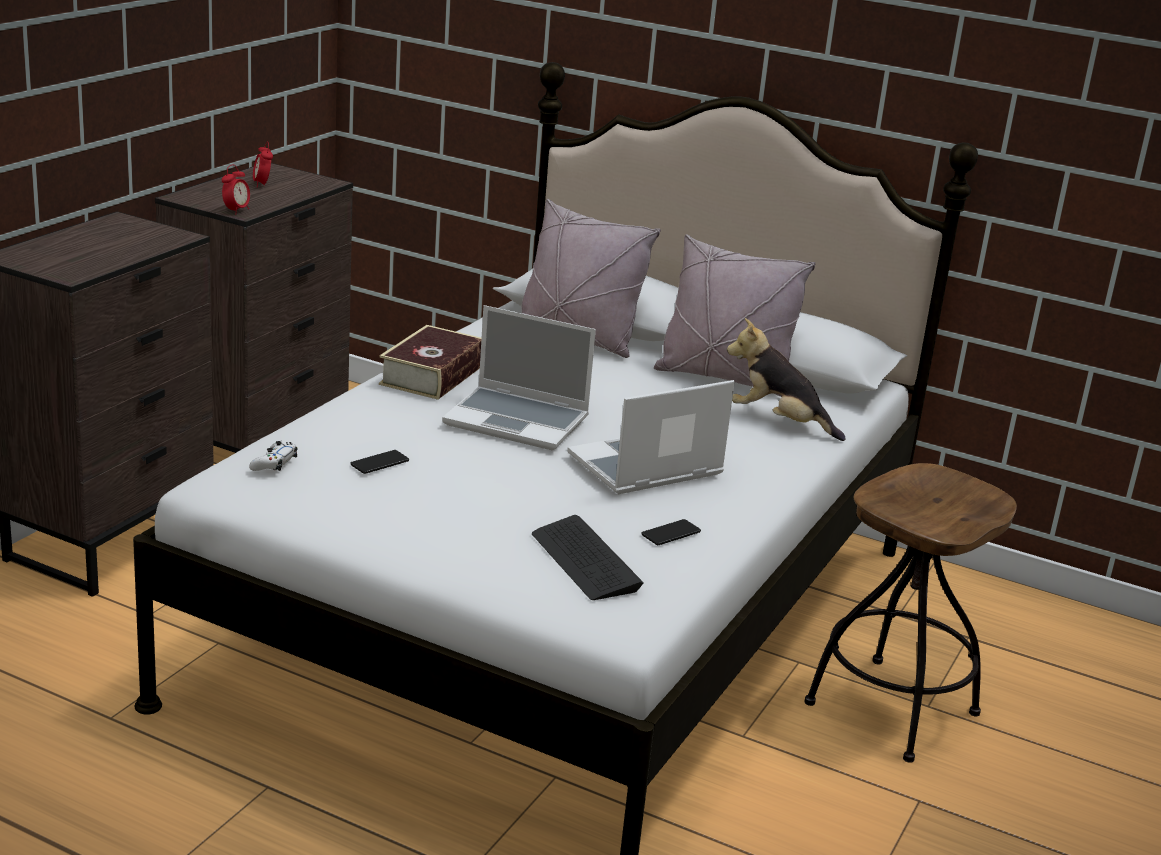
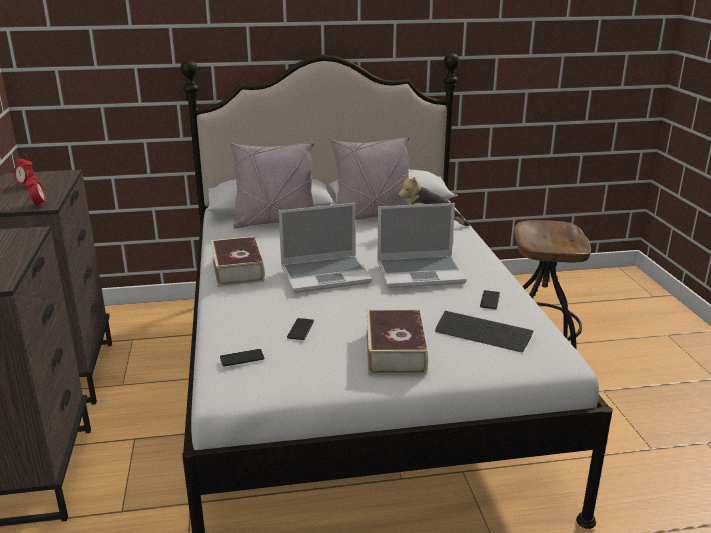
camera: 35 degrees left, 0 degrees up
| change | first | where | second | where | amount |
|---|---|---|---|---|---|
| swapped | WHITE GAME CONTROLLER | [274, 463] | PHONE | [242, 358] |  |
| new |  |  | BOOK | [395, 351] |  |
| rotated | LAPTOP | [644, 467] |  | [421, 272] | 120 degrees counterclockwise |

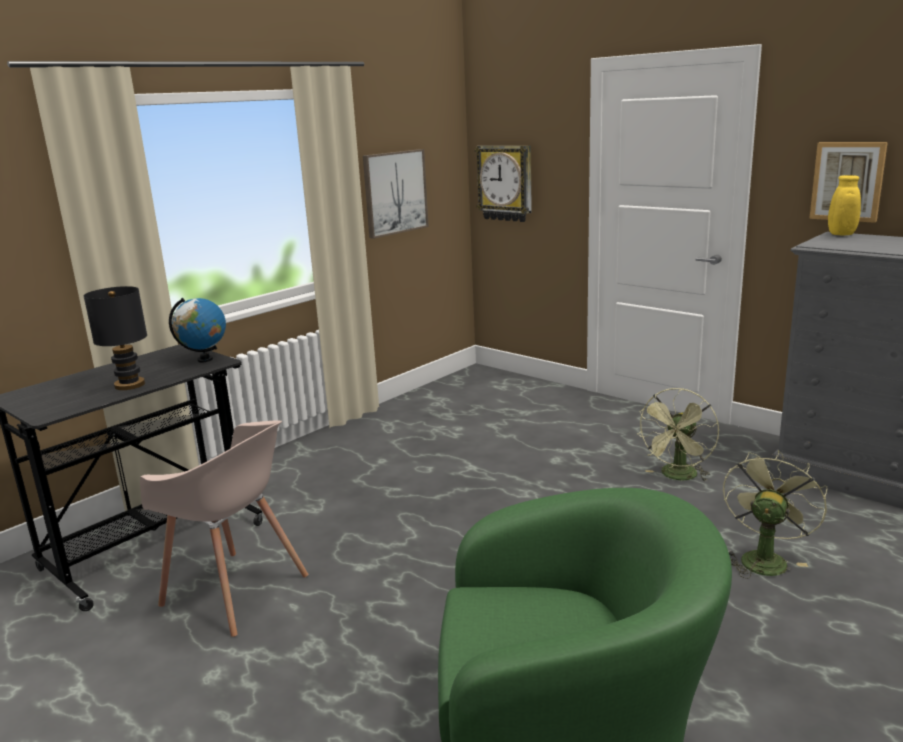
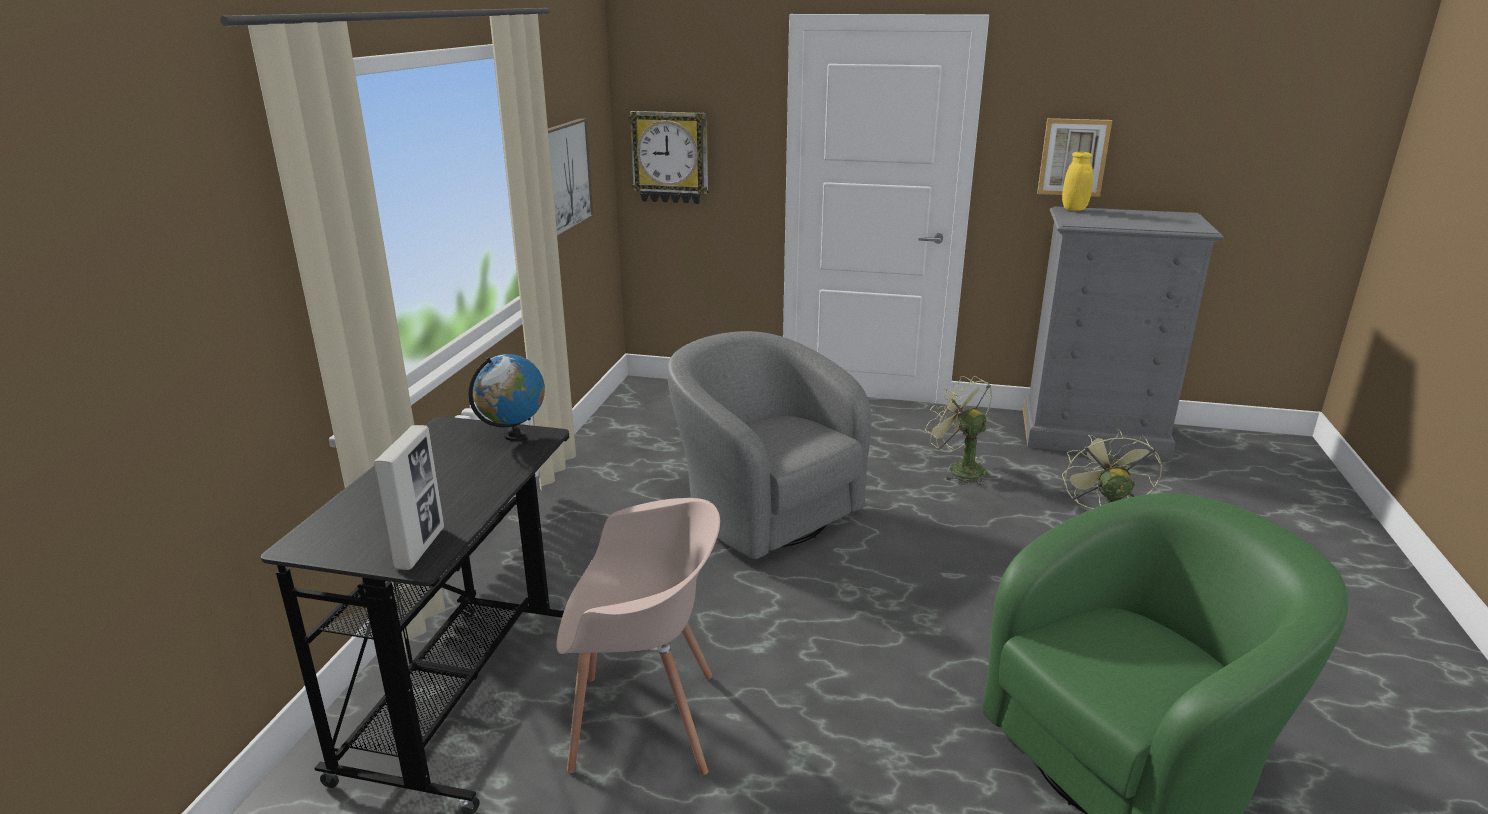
camera: 30 degrees left, 5 degrees up
| change | first | where | second | where | amount |
|---|---|---|---|---|---|
| new |  |  | PICTURE FRAME | [420, 547] |  |
| new |  |  | GREY ARMCHAIR | [763, 512] |  |
| rotated | GREEN FAN | [677, 477] |  | [958, 468] | 135 degrees clockwise |
| gone | BLACK TABLE LAMP | [130, 384] |  |  |  |

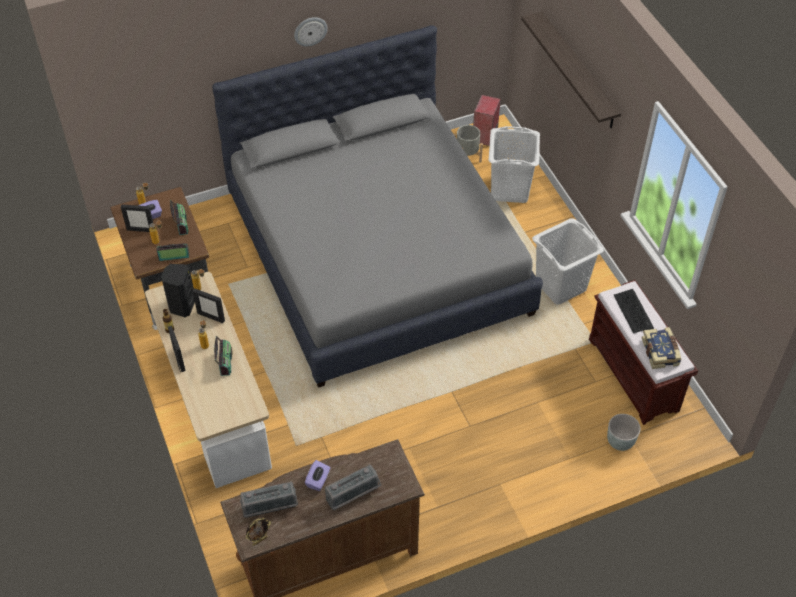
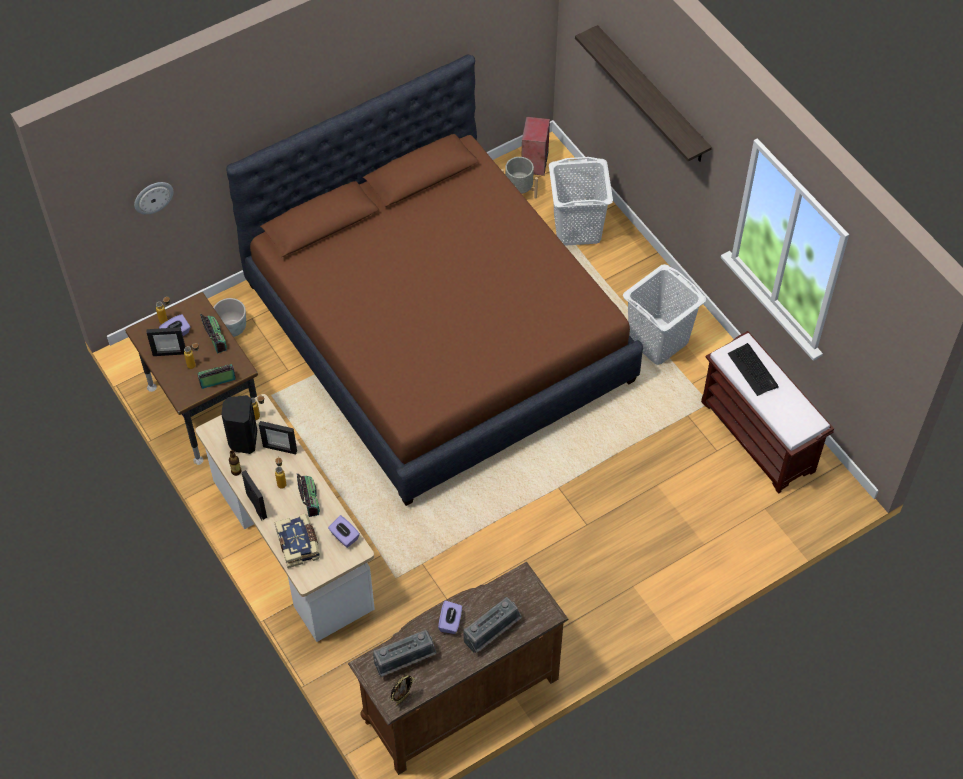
camera: 10 degrees left, 5 degrees up
| change | first | where | second | where | amount |
|---|---|---|---|---|---|
| shifted | WALL CLOCK | [310, 31] |  | [153, 197] |  |
| shifted | GREY PLANTER | [620, 441] |  | [232, 328] |  |
| repainted | GREY BED | [377, 253] | BROWN BED | [438, 332] |  |
| shifted | BOOK | [661, 352] |  | [299, 544] |  |
| new |  |  | PURPLE TISSUE BOX | [344, 537] |  |

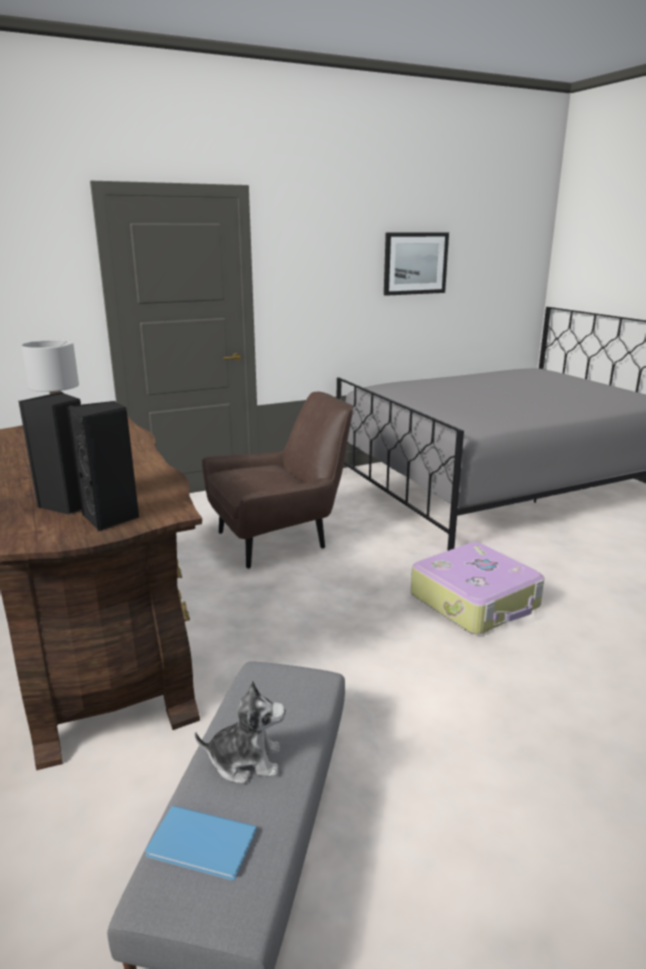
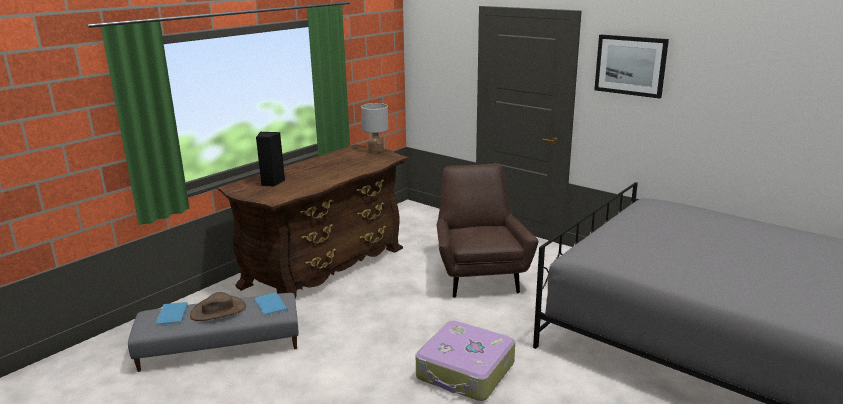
camera: 65 degrees right, 0 degrees up
| change | first | where | second | where | amount |
|---|---|---|---|---|---|
| swapped | PLUSH TOY | [245, 761] | BROWN HAT | [218, 310] |  |
| new |  |  | BLUE BOOK | [270, 305] |  |
| rotated | BROWN ARMCHAIR | [279, 540] |  | [479, 277] | 135 degrees counterclockwise |
| shifted | PICTURE | [415, 263] |  | [630, 65] |  |
| gone | BLACK SPEAKER | [111, 518] |  |  |  |

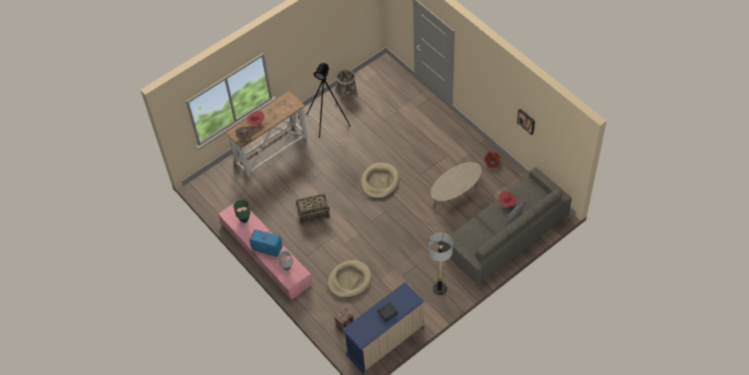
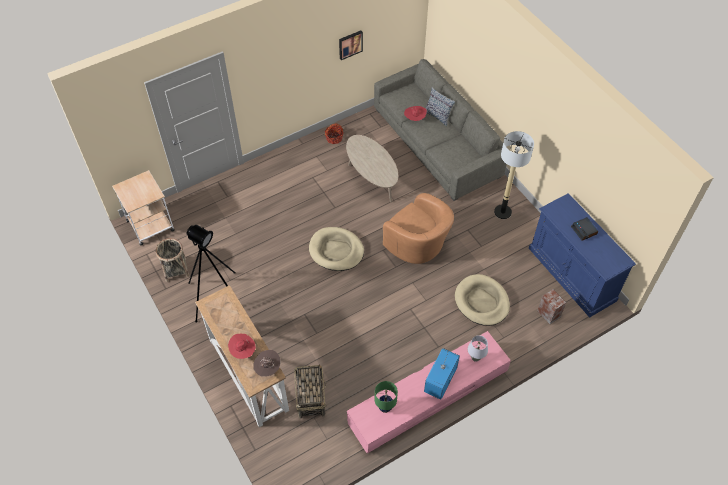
camera: 85 degrees left, 0 degrees up
| change | first | where | second | where | amount |
|---|---|---|---|---|---|
| new |  |  | BEIGE CART | [150, 225] |  |
| shifted | BASKET | [314, 214] |  | [311, 397] |  |
| new |  |  | BROWN ARMCHAIR | [417, 246] |  |

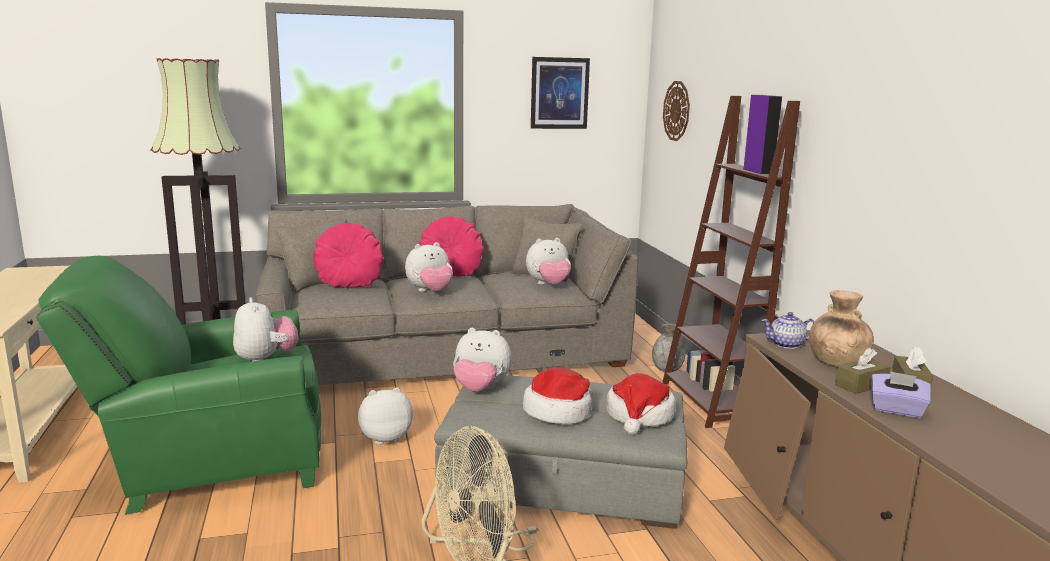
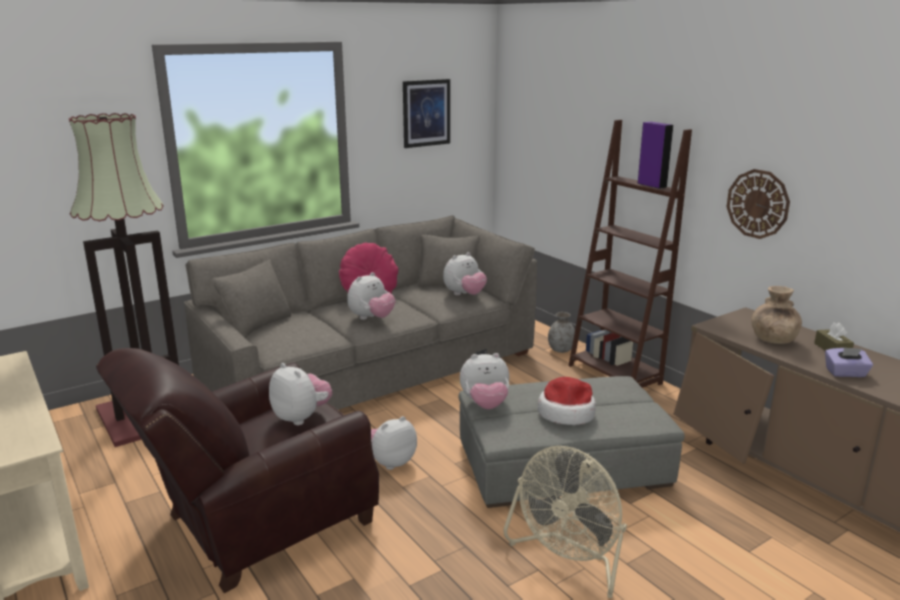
camera: 20 degrees left, 5 degrees up
| change | first | where | second | where | amount |
|---|---|---|---|---|---|
| repainted | GREEN ARMCHAIR | [208, 464] | BROWN ARMCHAIR | [254, 525] |  |
| shifted | WALL CLOCK | [677, 111] |  | [758, 204] |  |
| gone | PINK PILLOW | [350, 285] |  |  |  |
| gone | HAT | [639, 416] |  |  |  |
| gone | TEAPOT | [787, 344] |  |  |  |
| gone | BROWN TISSUE BOX | [861, 385] |  |  |  |

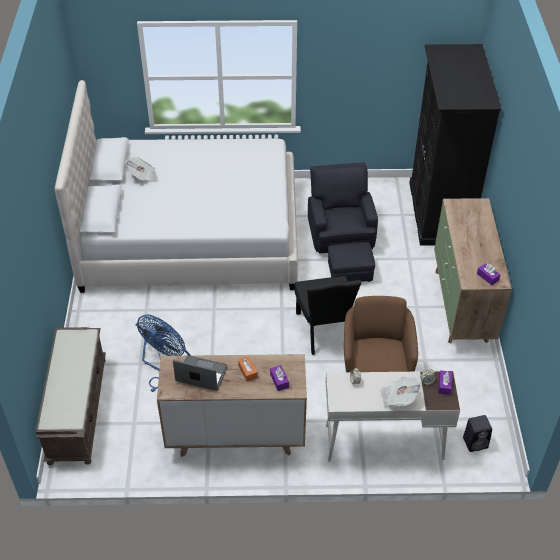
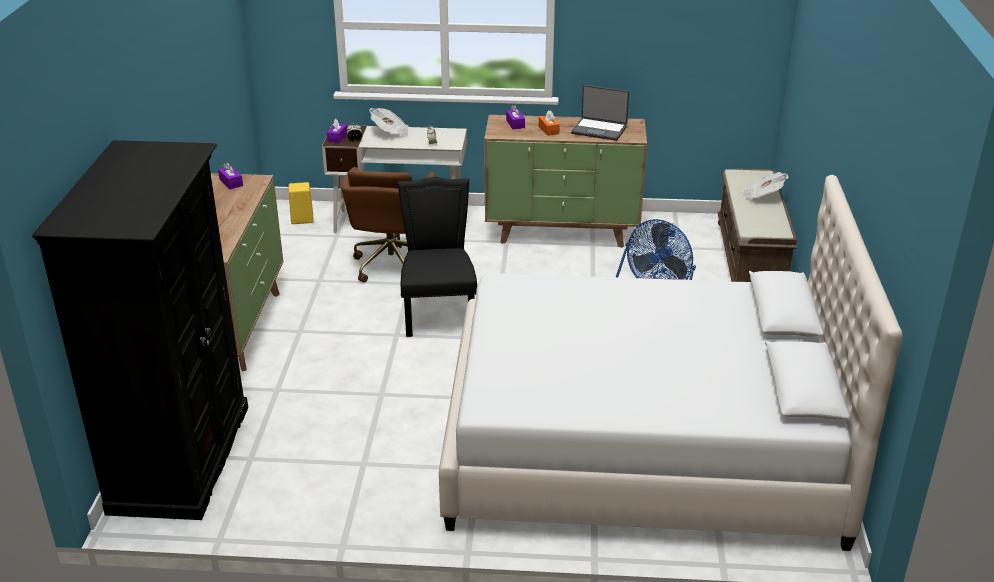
camera: 175 degrees left, 15 degrees down
| change | first | where | second | where | amount |
|---|---|---|---|---|---|
| repainted | BLACK SPEAKER | [476, 442] | YELLOW SPEAKER | [301, 219] |  |
| shifted | NEWSPAPER | [143, 176] |  | [762, 196] |  |
| gone | BLACK ARMCHAIR | [342, 242] |  |  |  |

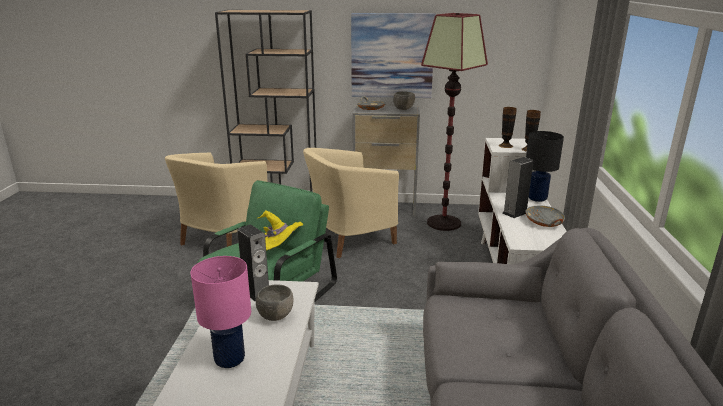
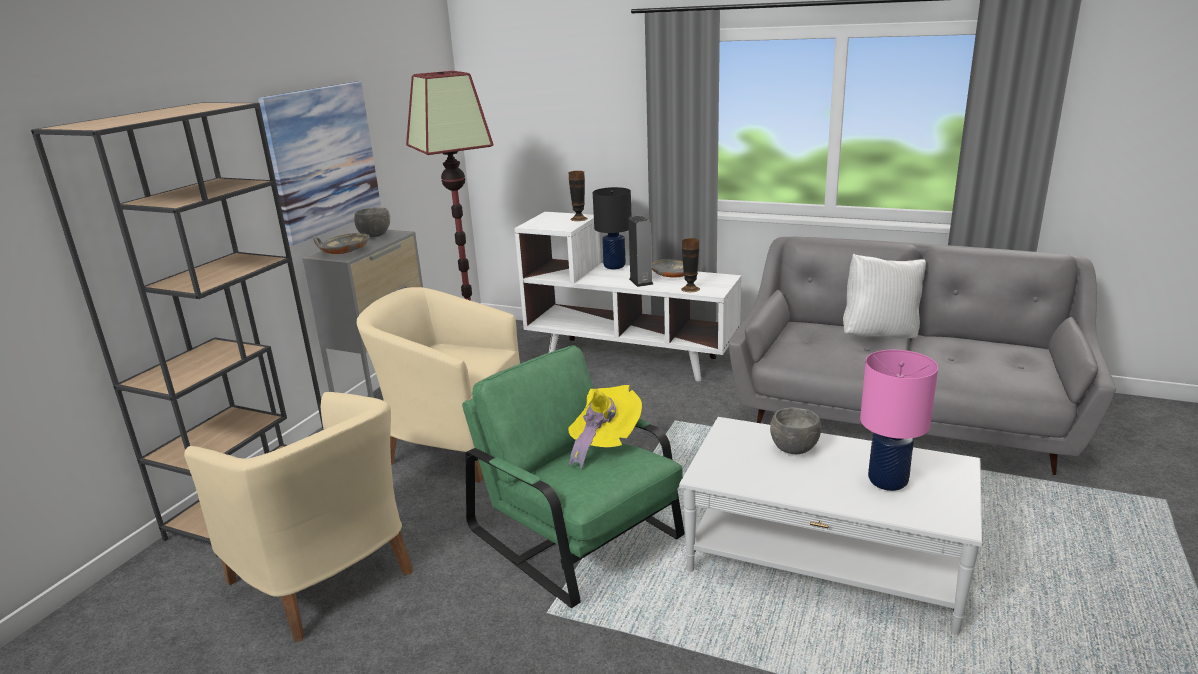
camera: 70 degrees left, 0 degrees up
| change | first | where | second | where | amount |
|---|---|---|---|---|---|
| rotated | BEIGE ARMCHAIR | [349, 238] |  | [453, 445] | 120 degrees clockwise |
| shifted | VASE | [505, 145] |  | [690, 289] |  |
| new |  |  | WHITE PILLOW | [880, 335] |  |
| gone | SPEAKER | [256, 292] |  |  |  |

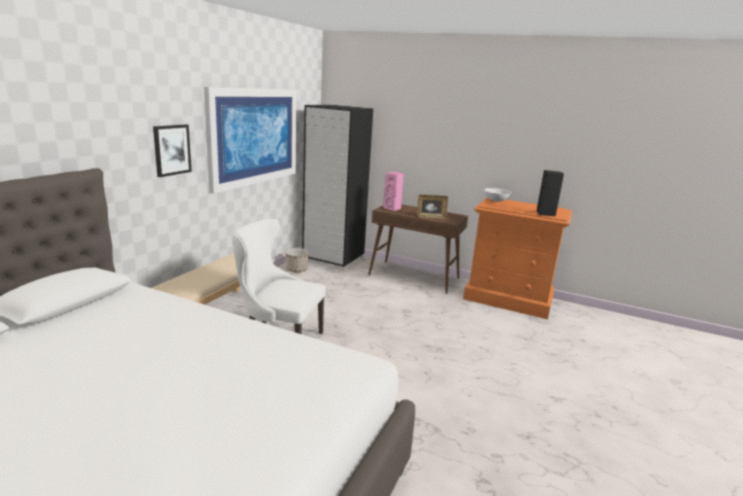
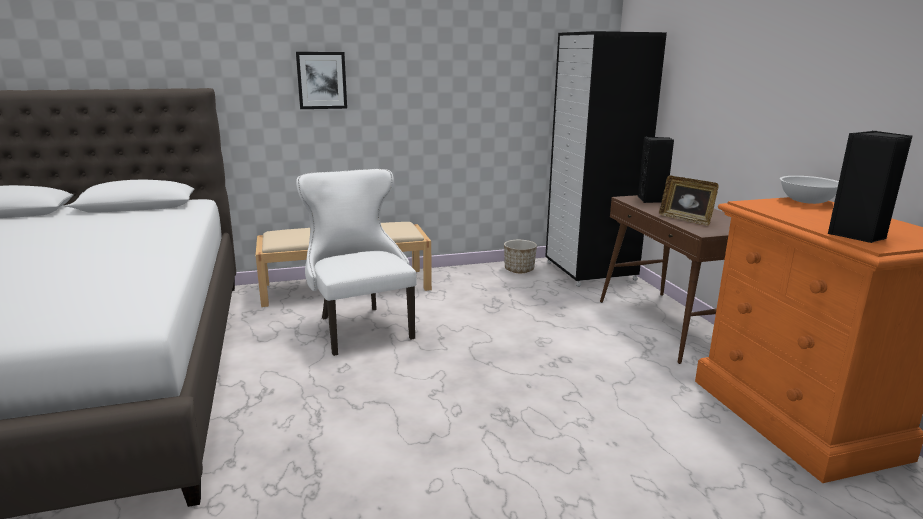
camera: 50 degrees right, 0 degrees up
| change | first | where | second | where | amount |
|---|---|---|---|---|---|
| repainted | PINK SPEAKER | [392, 208] | BLACK SPEAKER | [652, 200] |  |
| gone | PICTURE | [254, 136] |  |  |  |

